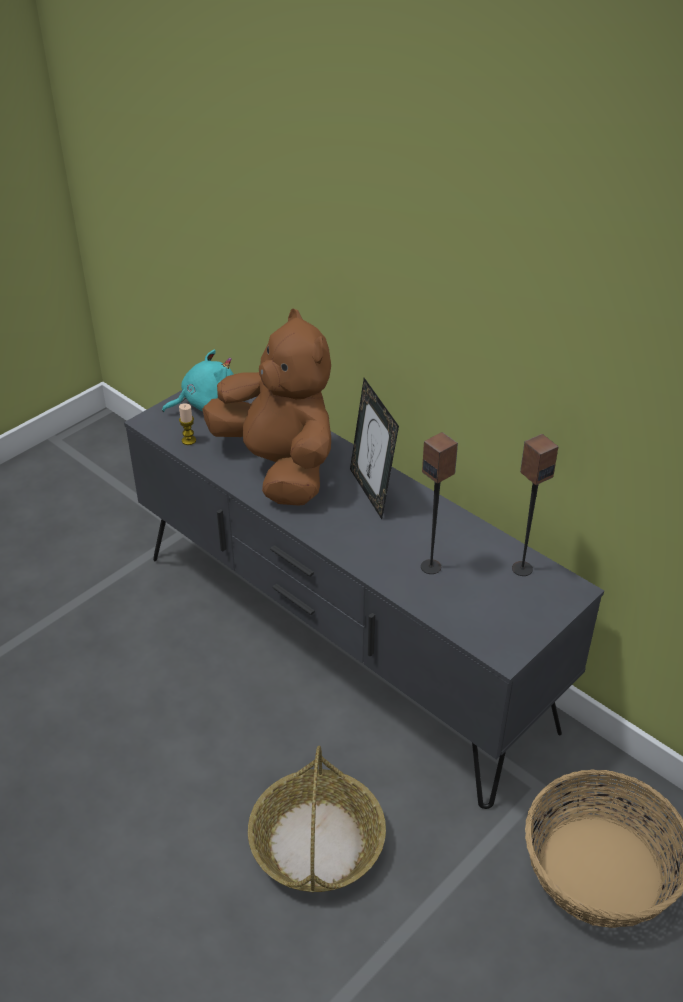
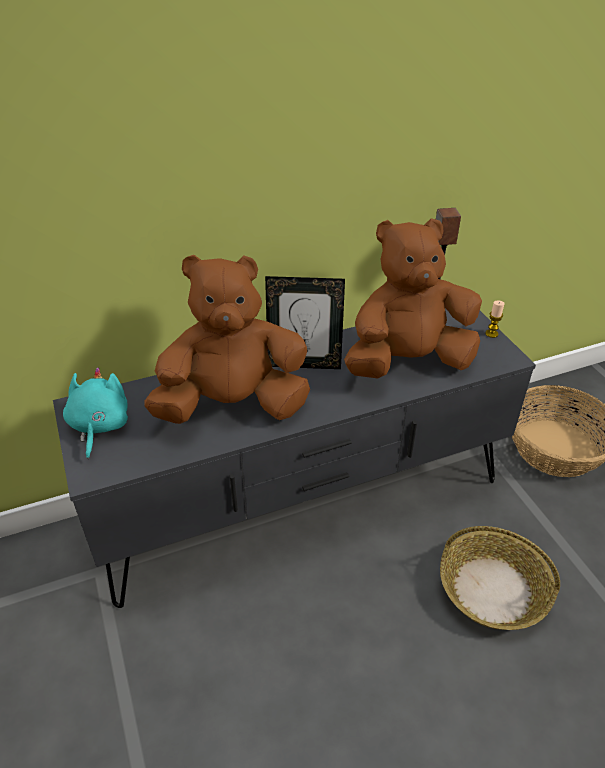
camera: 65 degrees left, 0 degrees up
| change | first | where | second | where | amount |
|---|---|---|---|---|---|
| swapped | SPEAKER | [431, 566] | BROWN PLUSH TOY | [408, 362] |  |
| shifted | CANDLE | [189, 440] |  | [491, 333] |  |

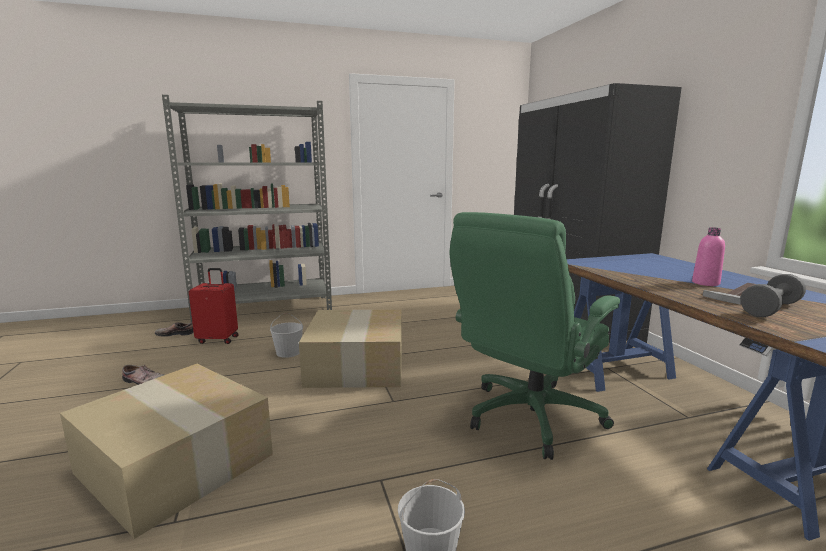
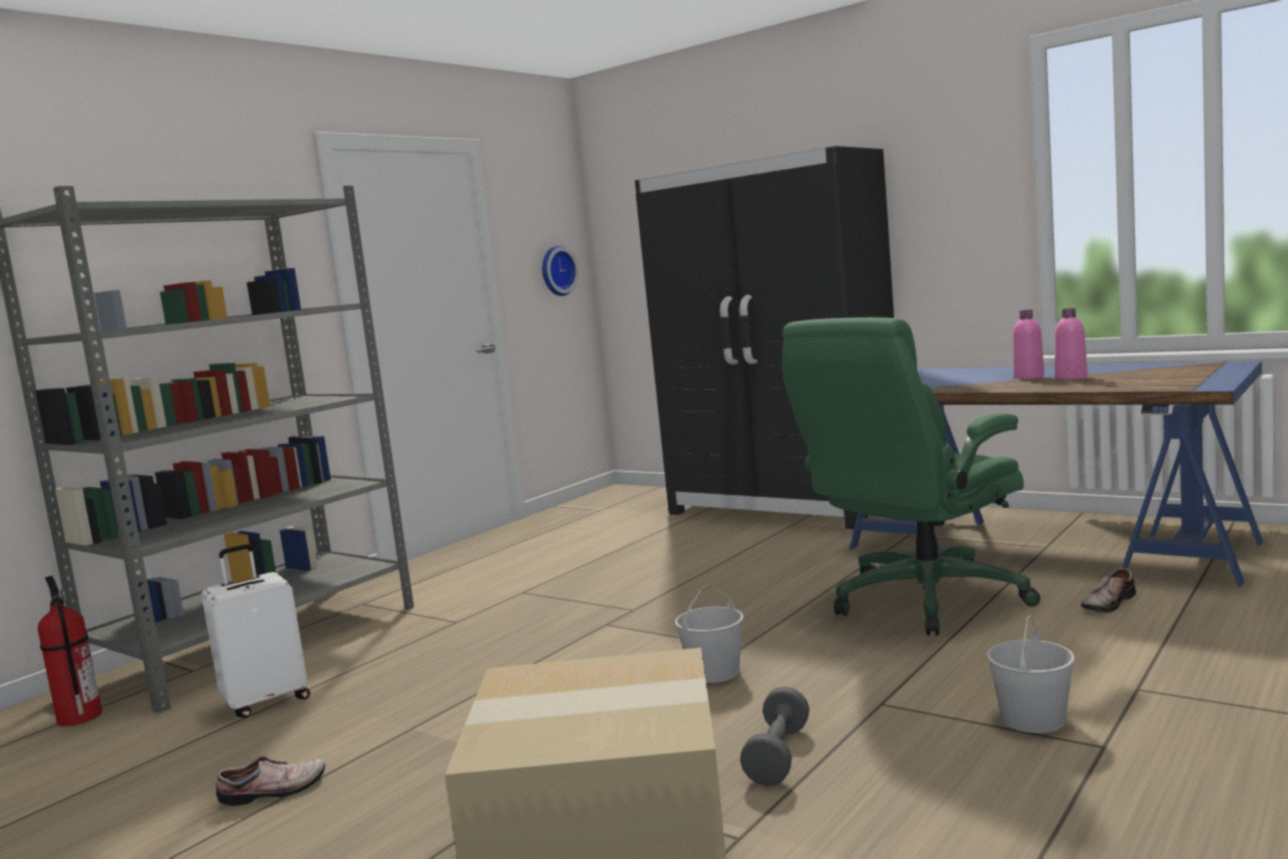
camera: 35 degrees left, 5 degrees down
| change | first | where | second | where | amount |
|---|---|---|---|---|---|
| new |  |  | FIRE EXTINGUISHER | [78, 717] |  |
| repainted | RED SUITCASE | [218, 339] | WHITE SUITCASE | [266, 702] |  |
| new |  |  | WALL CLOCK | [556, 271] |  |
| shifted | WHITE BUCKET | [289, 352] |  | [714, 671] |  |
| shifted | GREY DUMBBELL | [770, 309] |  | [778, 755] |  |
| rotated | GREEN OFFICE CHAIR | [526, 419] |  | [917, 603] | 45 degrees clockwise |
| swapped | HAMMER | [734, 293] | PINK BOTTLE | [1071, 378] |  |
| shifted | SHOE | [176, 333] |  | [1106, 603] |  |
| gone | CARDBOARD BOX | [358, 366] |  |  |  |

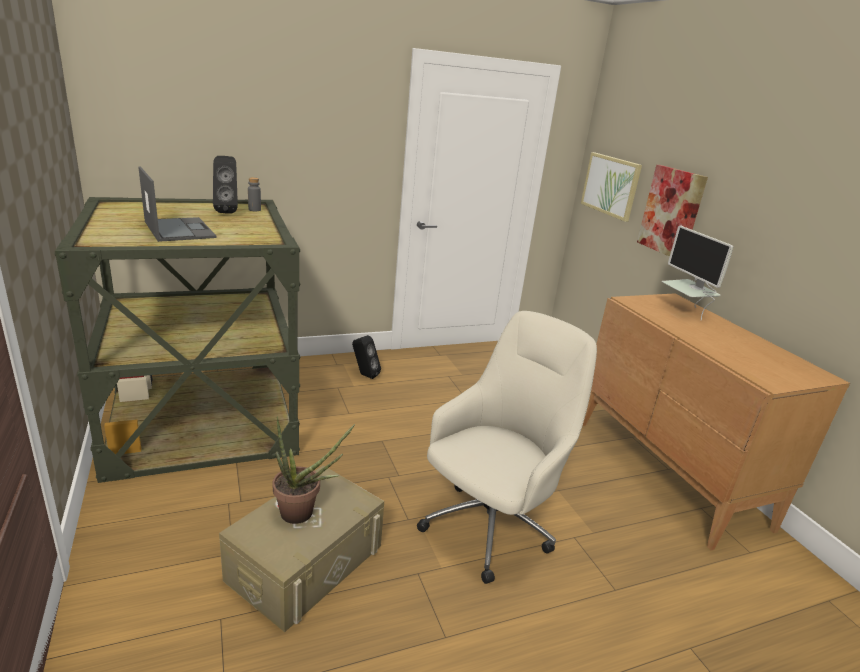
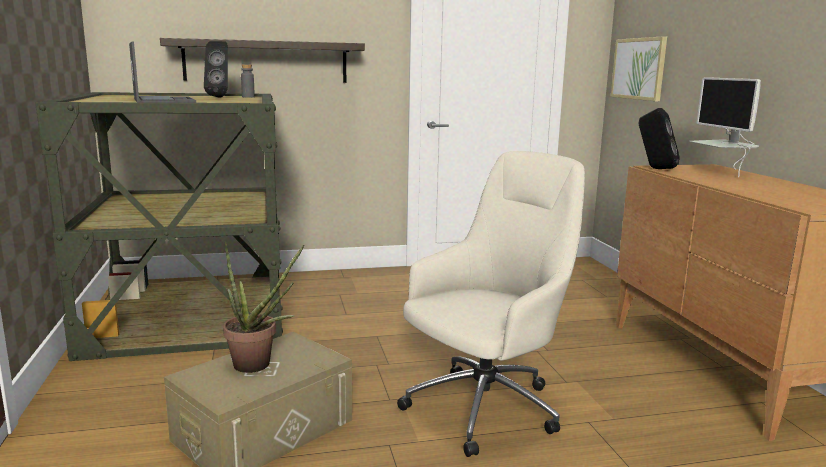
camera: 10 degrees right, 10 degrees down
| change | first | where | second | where | amount |
|---|---|---|---|---|---|
| new |  |  | SHELF | [266, 61] |  |
| shifted | BLACK SPEAKER | [364, 375] |  | [655, 168] |  |
| gone | PICTURE | [671, 212] |  |  |  |

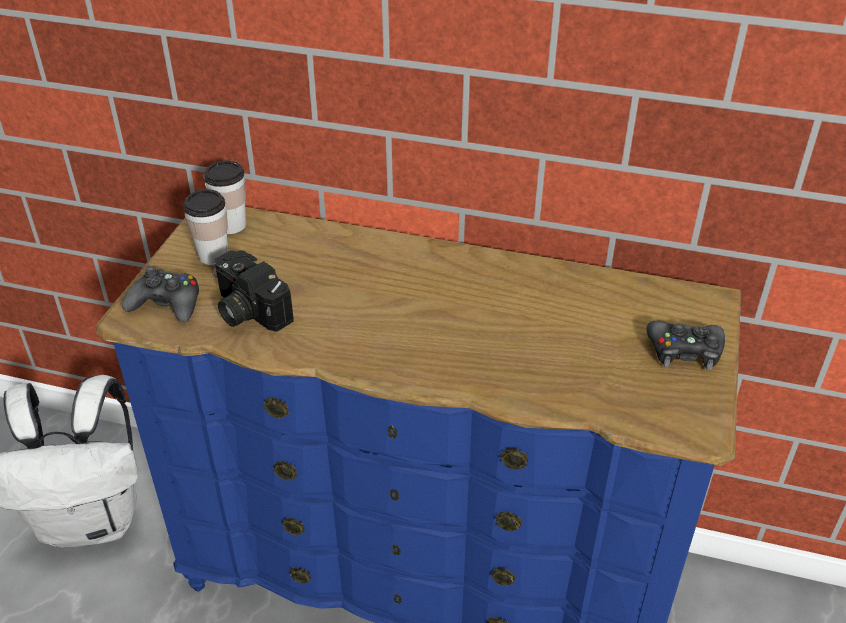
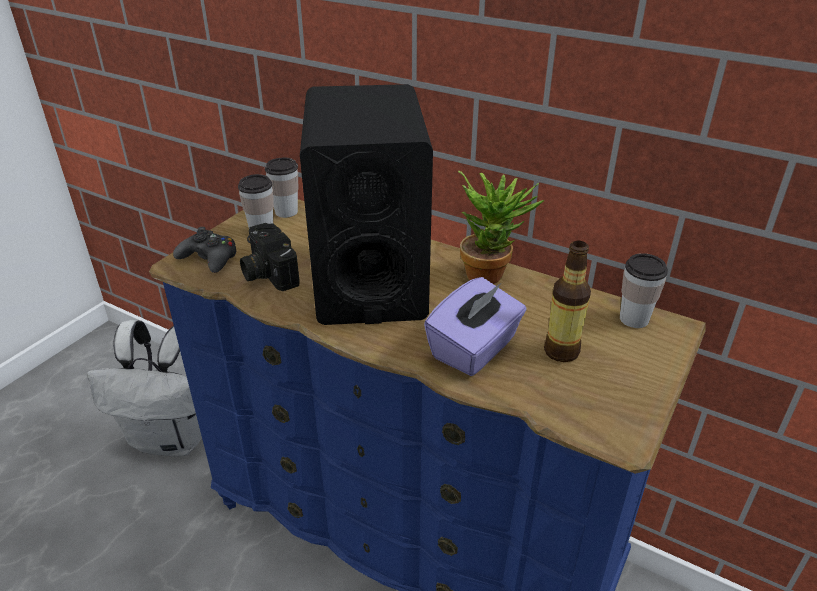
camera: 15 degrees right, 5 degrees down
| change | first | where | second | where | amount |
|---|---|---|---|---|---|
| new |  |  | BLACK SPEAKER | [369, 280] |  |
| new |  |  | PURPLE TISSUE BOX | [475, 349] |  |
| new |  |  | POTTED PLANT | [491, 273] |  |
| new |  |  | BOTTLE | [561, 351] |  |
| new |  |  | CUP | [634, 319] |  |
| gone | BLACK GAME CONTROLLER | [684, 351] |  |  |  |

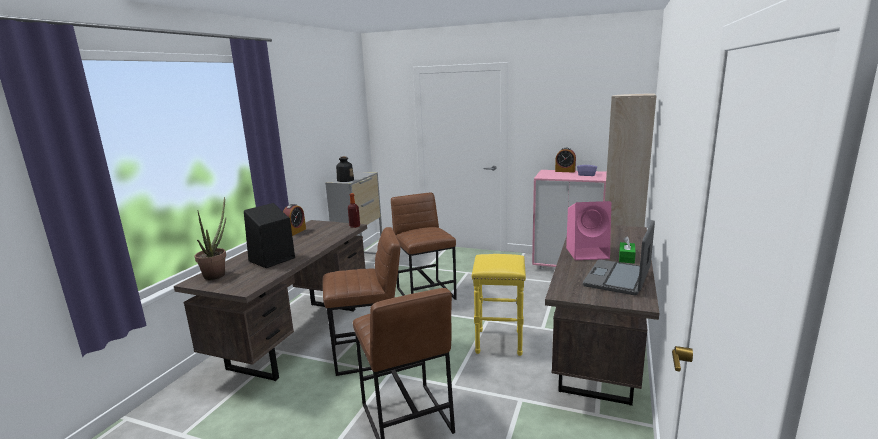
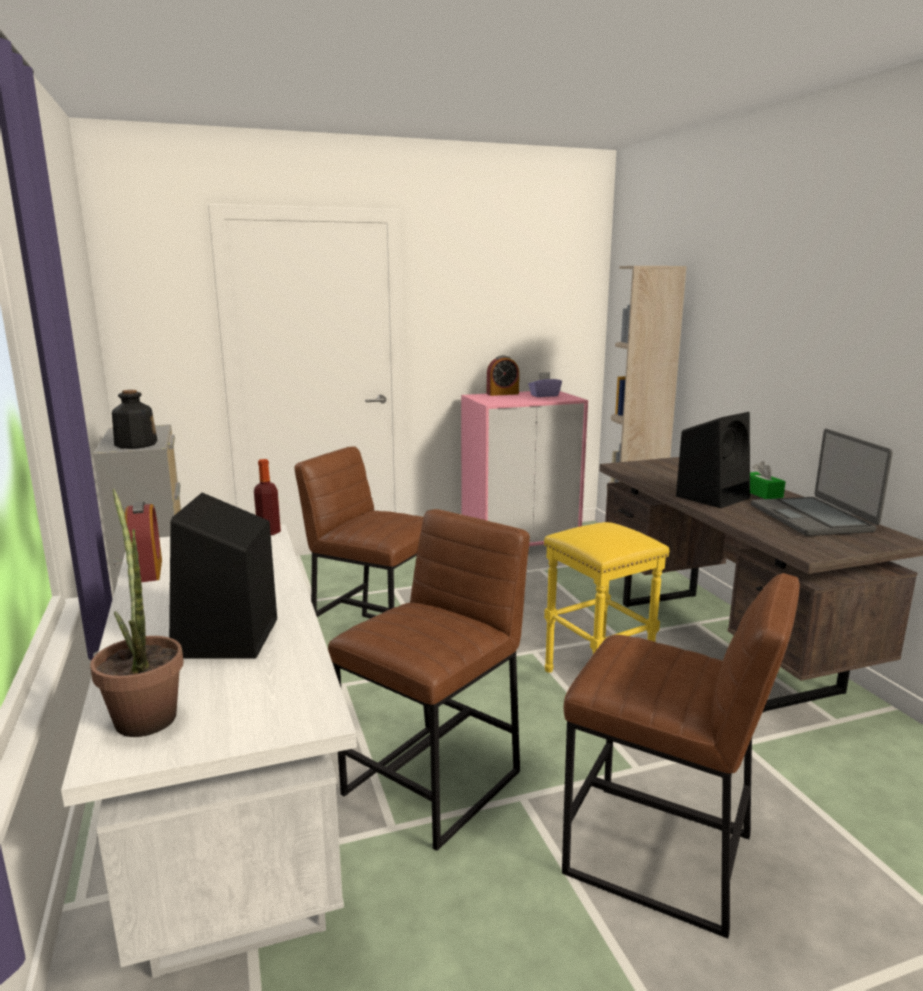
camera: 40 degrees left, 0 degrees up
| change | first | where | second | where | amount |
|---|---|---|---|---|---|
| repainted | BROWN DESK | [297, 335] | WHITE DESK | [231, 814] |  |
| repainted | PINK SPEAKER | [588, 253] | BLACK SPEAKER | [713, 497] |  |

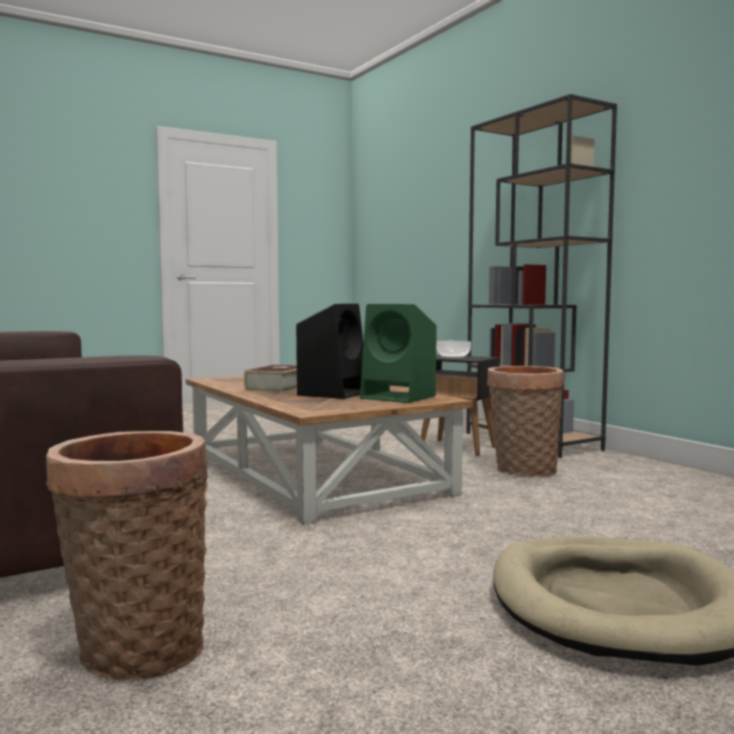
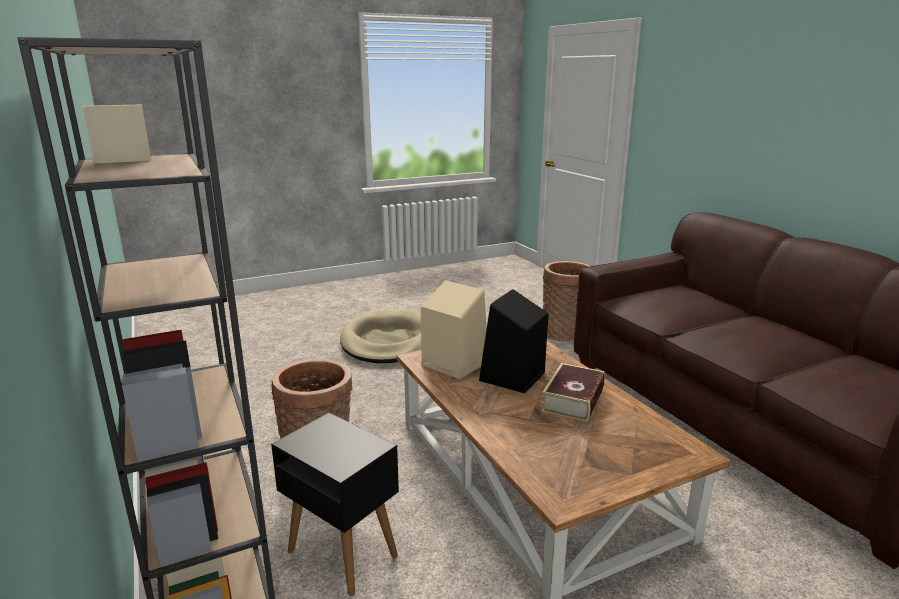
camera: 175 degrees left, 15 degrees up
| change | first | where | second | where | amount |
|---|---|---|---|---|---|
| repainted | GREEN SPEAKER | [400, 397] | BEIGE SPEAKER | [453, 363] |  |
| gone | BOWL | [452, 356] |  |  |  |

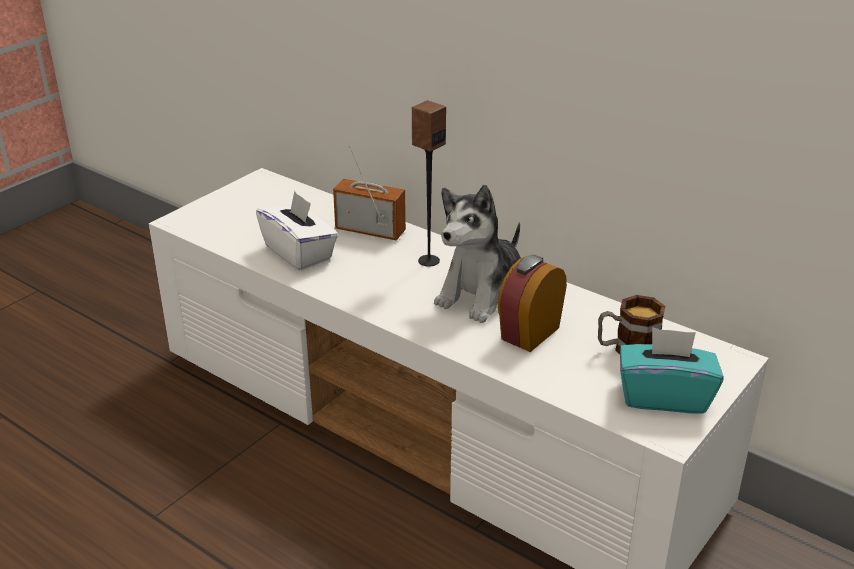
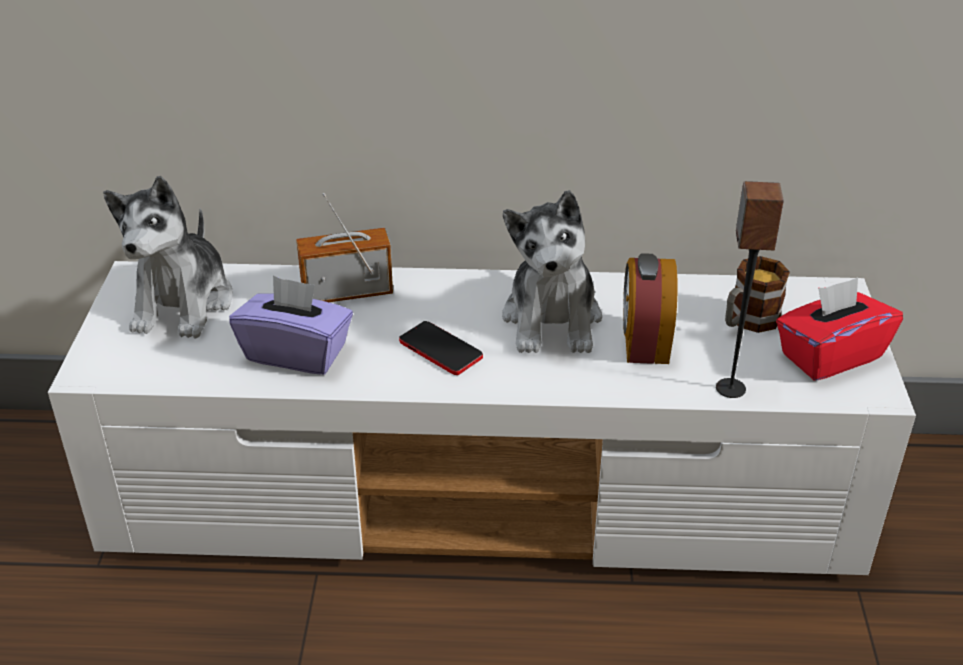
camera: 35 degrees left, 5 degrees up
| change | first | where | second | where | amount |
|---|---|---|---|---|---|
| new |  |  | PLUSH TOY | [183, 303] |  |
| repainted | WHITE TISSUE BOX | [299, 253] | PURPLE TISSUE BOX | [296, 353] |  |
| new |  |  | PHONE | [440, 349] |  |
| shifted | SPEAKER | [428, 260] |  | [730, 388] |  |
| repainted | TURQUOISE TISSUE BOX | [664, 396] | RED TISSUE BOX | [829, 355] |  |

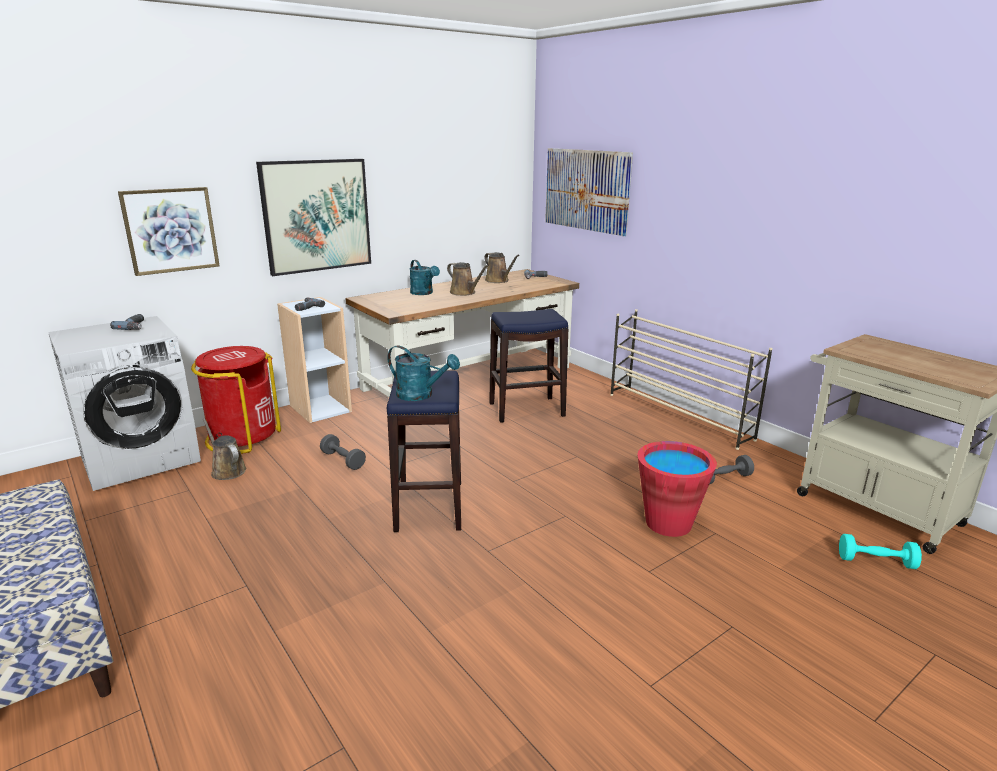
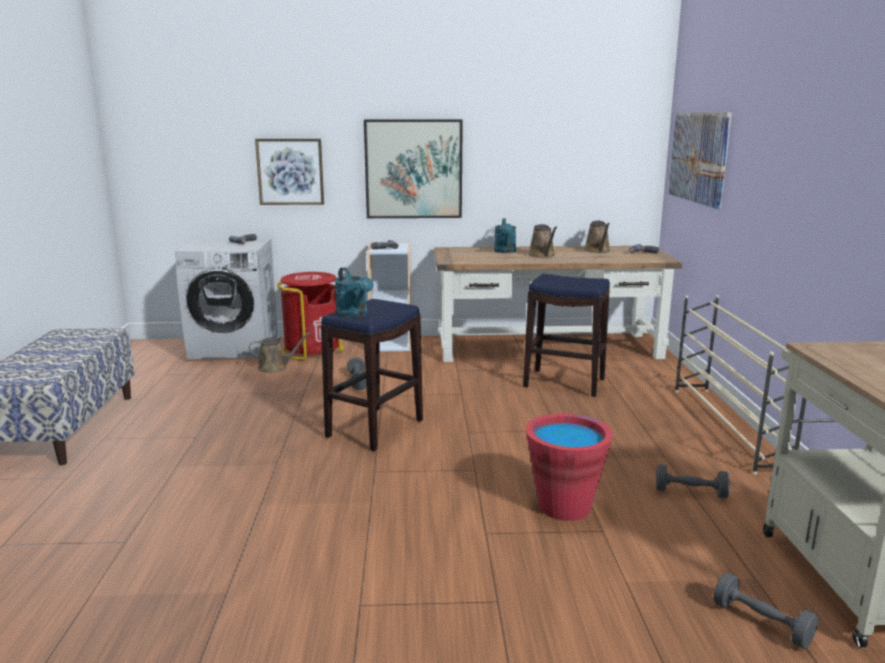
camera: 35 degrees right, 5 degrees down
| change | first | where | second | where | amount |
|---|---|---|---|---|---|
| rotated | BROWN WATERING CAN | [227, 470] |  | [275, 368] | 90 degrees clockwise |
| repainted | TURQUOISE DUMBBELL | [876, 562] | GREY DUMBBELL | [761, 623] |  |

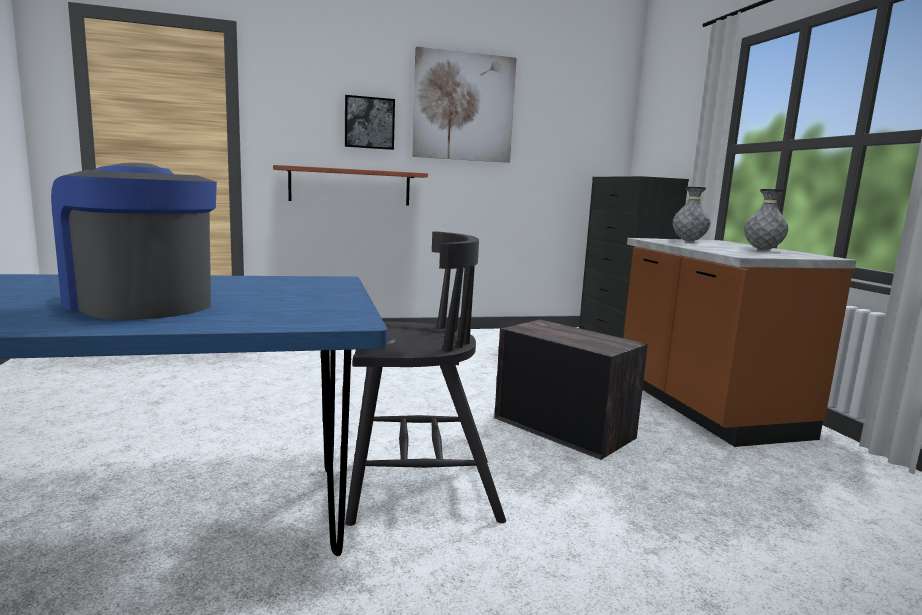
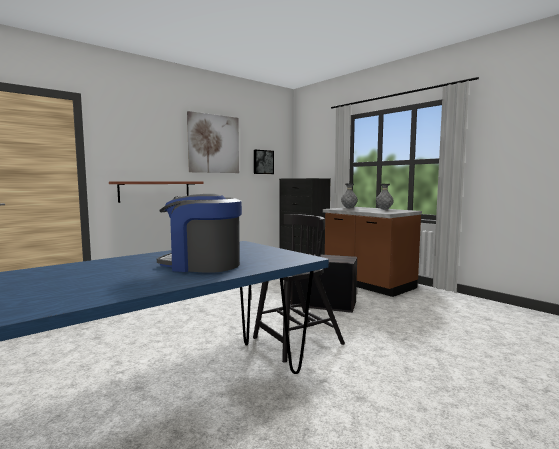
camera: 25 degrees left, 5 degrees down
| change | first | where | second | where | amount |
|---|---|---|---|---|---|
| shifted | PICTURE | [369, 123] |  | [263, 162] |  |

